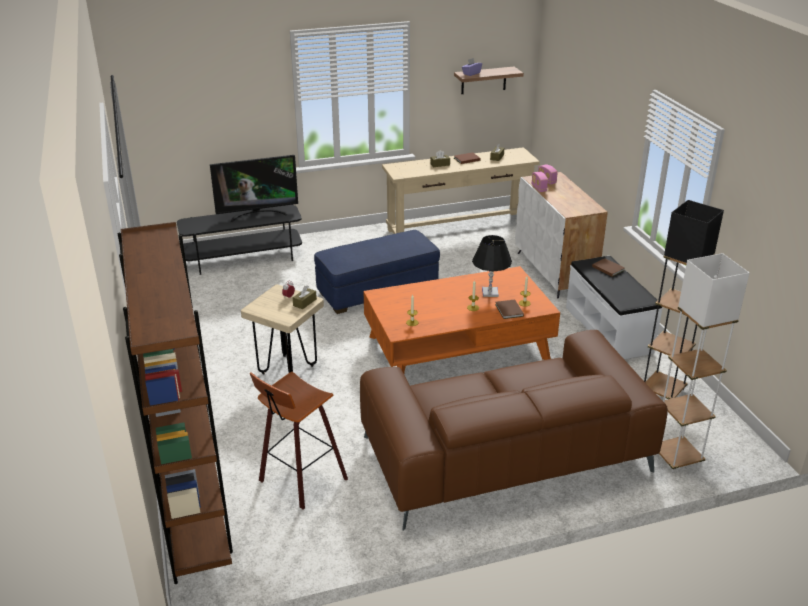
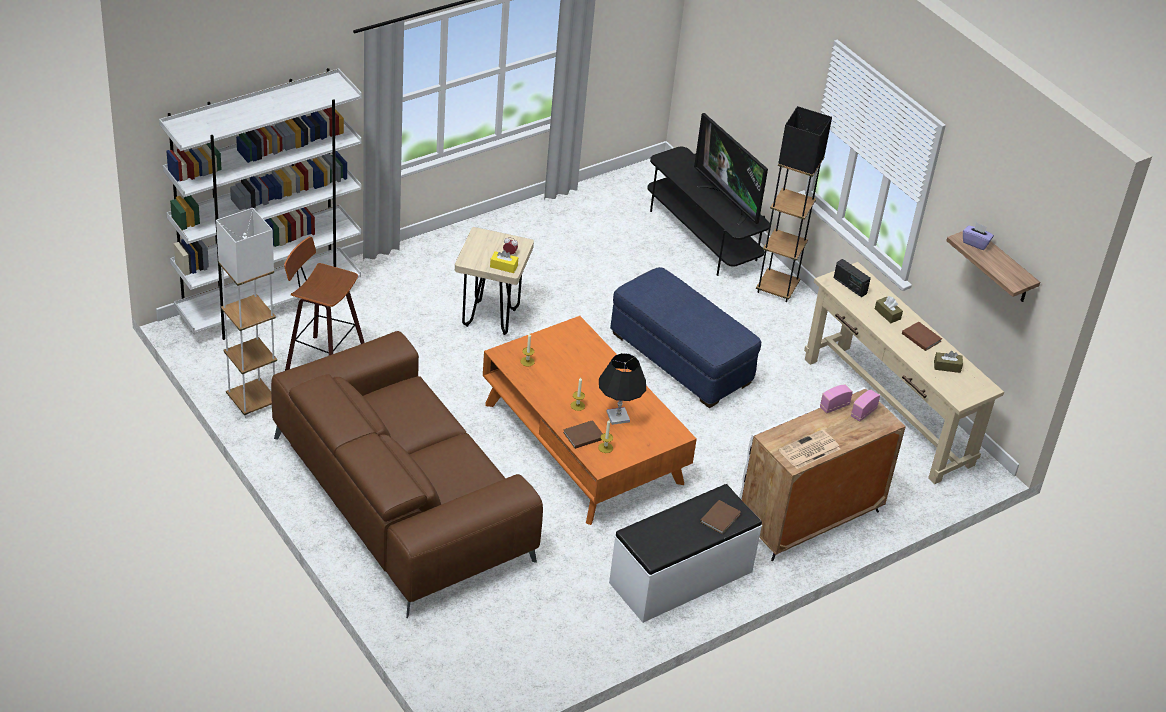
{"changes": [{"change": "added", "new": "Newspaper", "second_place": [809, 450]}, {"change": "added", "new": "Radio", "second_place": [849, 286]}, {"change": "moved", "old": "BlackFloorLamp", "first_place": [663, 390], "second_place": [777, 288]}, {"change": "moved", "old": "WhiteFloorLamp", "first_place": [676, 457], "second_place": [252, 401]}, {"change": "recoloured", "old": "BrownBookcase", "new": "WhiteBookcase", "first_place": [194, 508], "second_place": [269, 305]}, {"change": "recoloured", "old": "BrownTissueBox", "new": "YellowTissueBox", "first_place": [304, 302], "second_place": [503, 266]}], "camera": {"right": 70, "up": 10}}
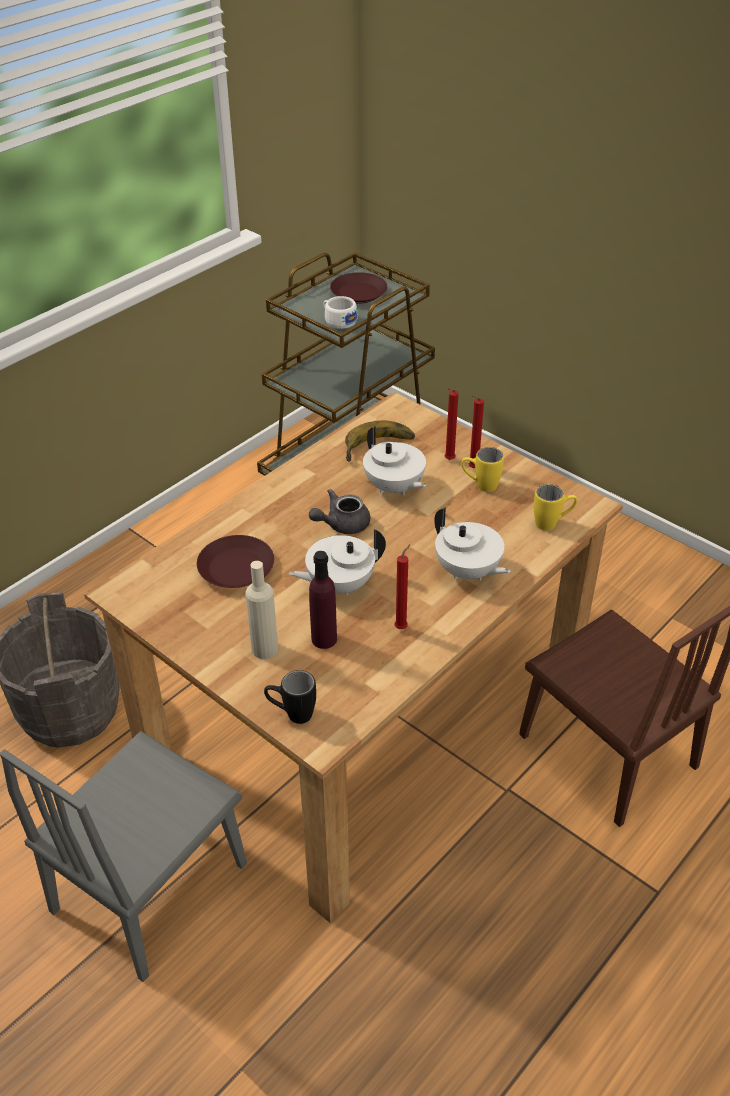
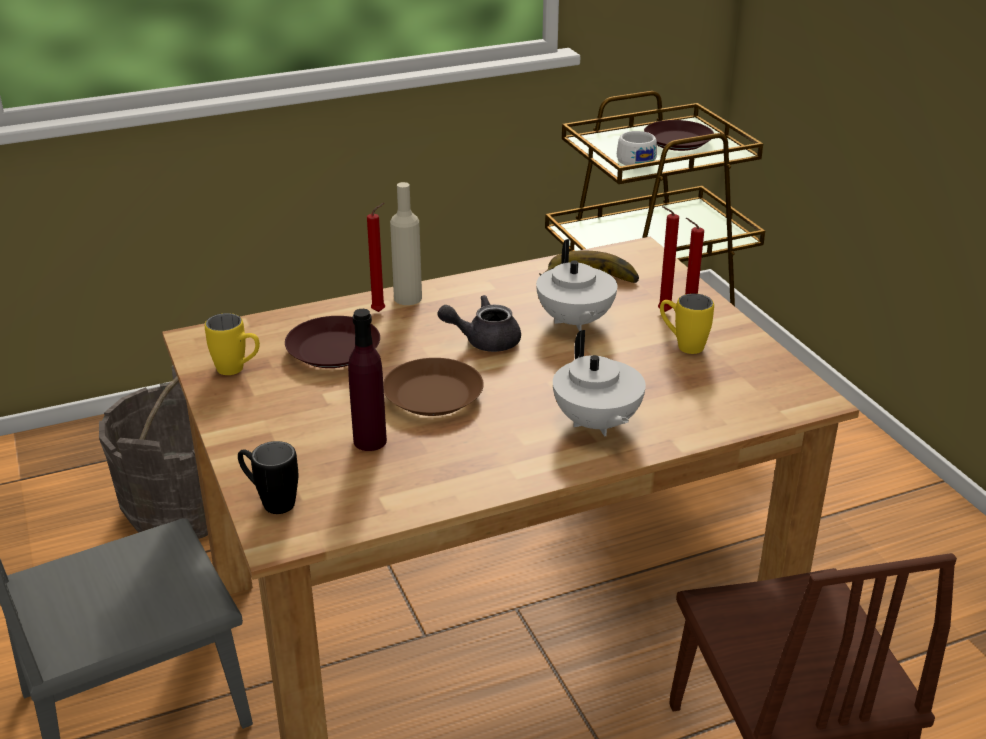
{"changes": [{"change": "moved", "old": "BeigeBottle", "first_place": [264, 649], "second_place": [408, 298]}, {"change": "moved", "old": "RedCandle", "first_place": [402, 627], "second_place": [380, 311]}, {"change": "moved", "old": "YellowMug", "first_place": [552, 523], "second_place": [238, 370]}, {"change": "replaced", "old": "WhiteTeapot", "new": "BrownPlate", "first_place": [339, 584], "second_place": [432, 395]}], "camera": {"right": 25, "up": -10}}
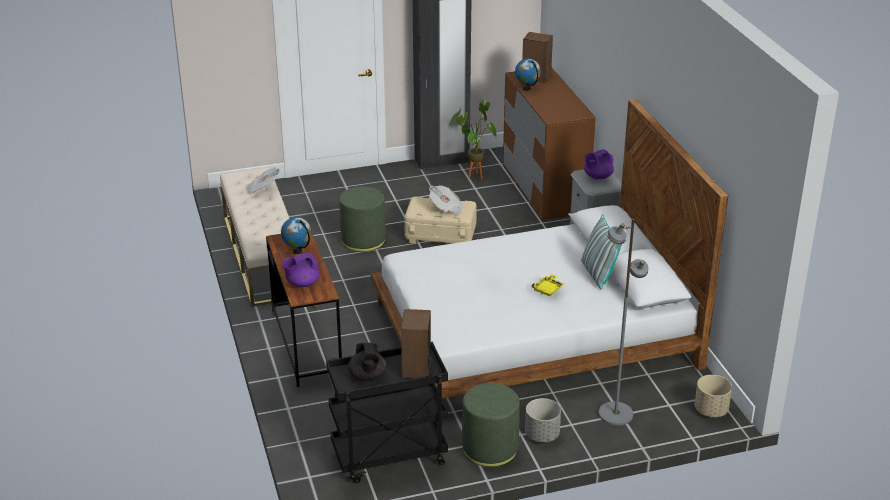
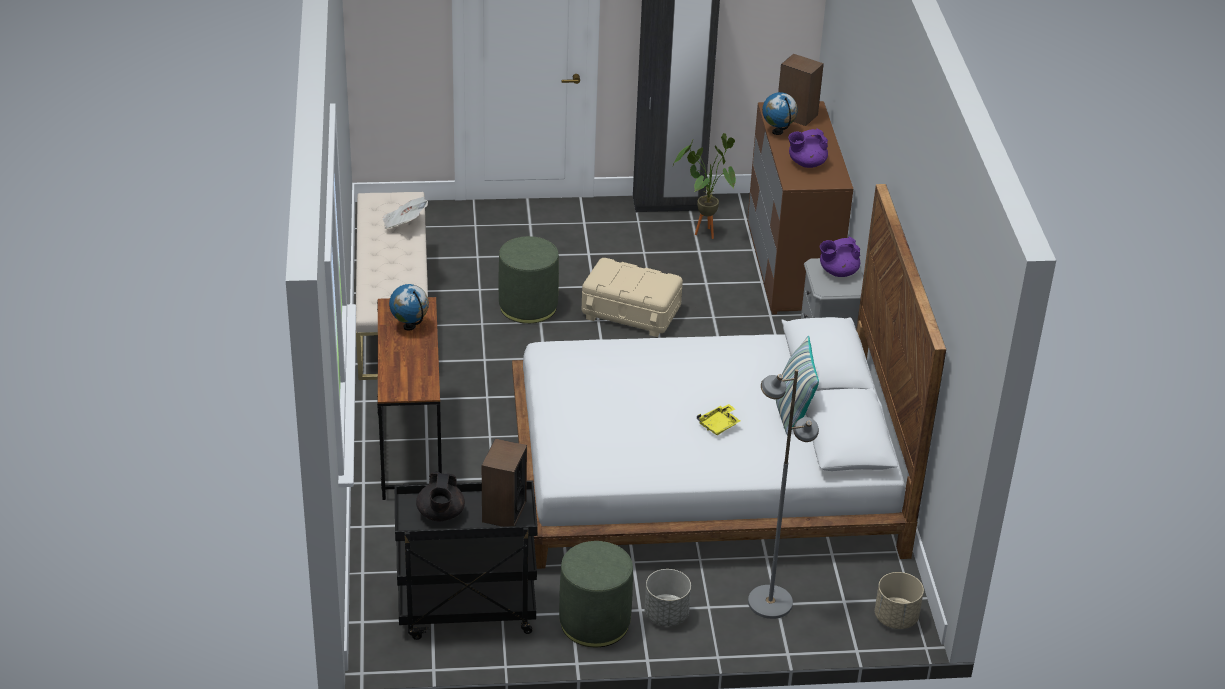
{"changes": [{"change": "removed", "old": "Newspaper", "first_place": [446, 208]}, {"change": "moved", "old": "PurpleTeapot", "first_place": [302, 283], "second_place": [806, 163]}], "camera": {"right": 10, "up": 5}}
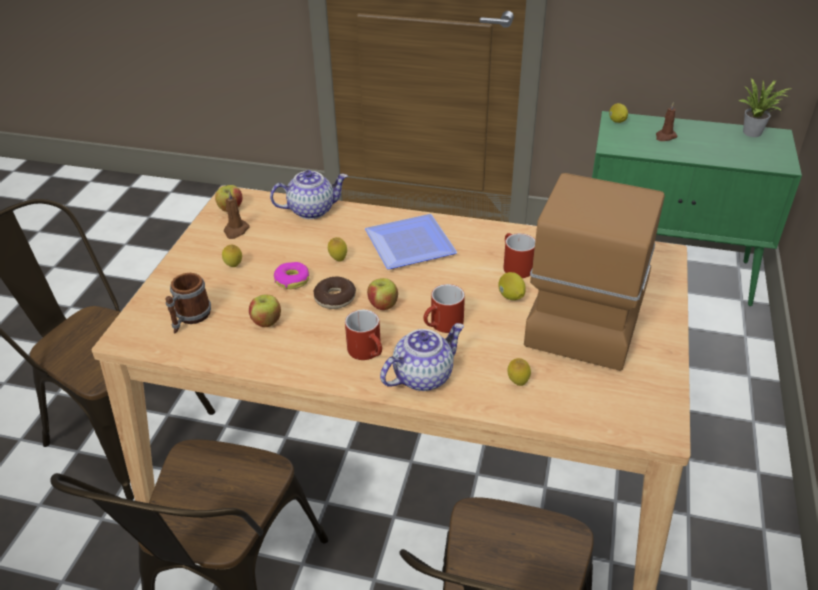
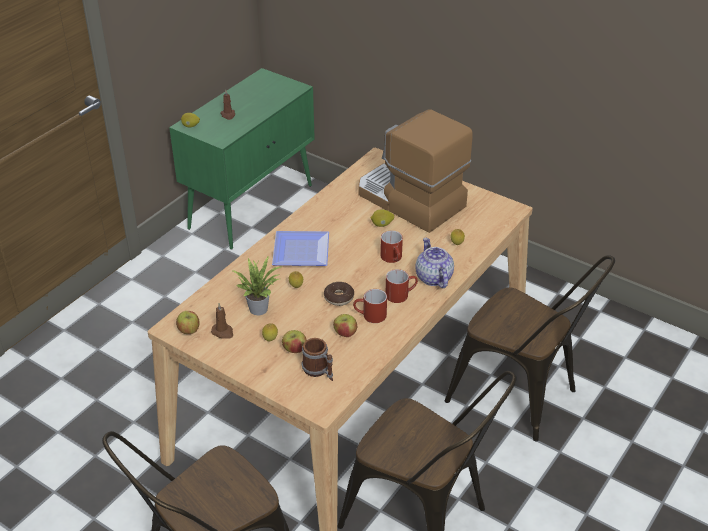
{"changes": [{"change": "removed", "old": "Teapot", "first_place": [312, 210]}, {"change": "removed", "old": "Donut", "first_place": [292, 280]}, {"change": "moved", "old": "Apple", "first_place": [382, 305], "second_place": [295, 350]}, {"change": "moved", "old": "RedMug", "first_place": [514, 266], "second_place": [370, 316]}, {"change": "moved", "old": "PottedPlant", "first_place": [755, 133], "second_place": [260, 308]}], "camera": {"right": -70, "up": 0}}
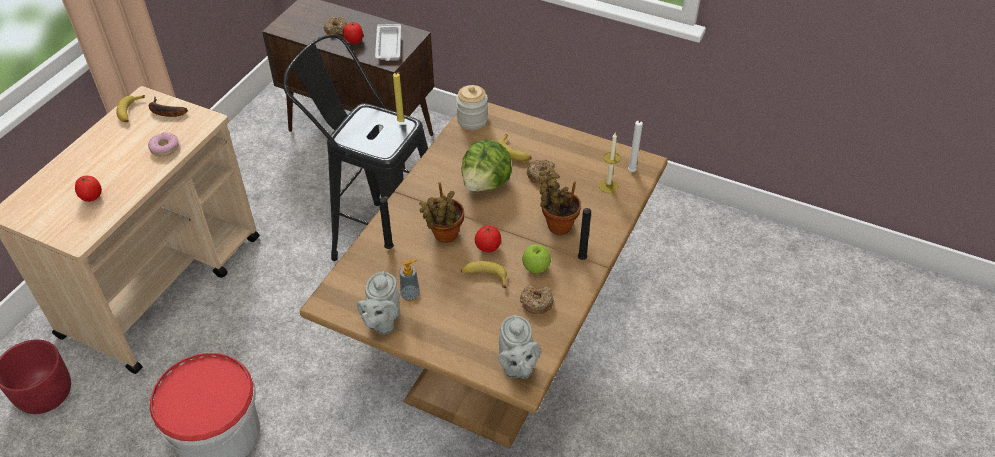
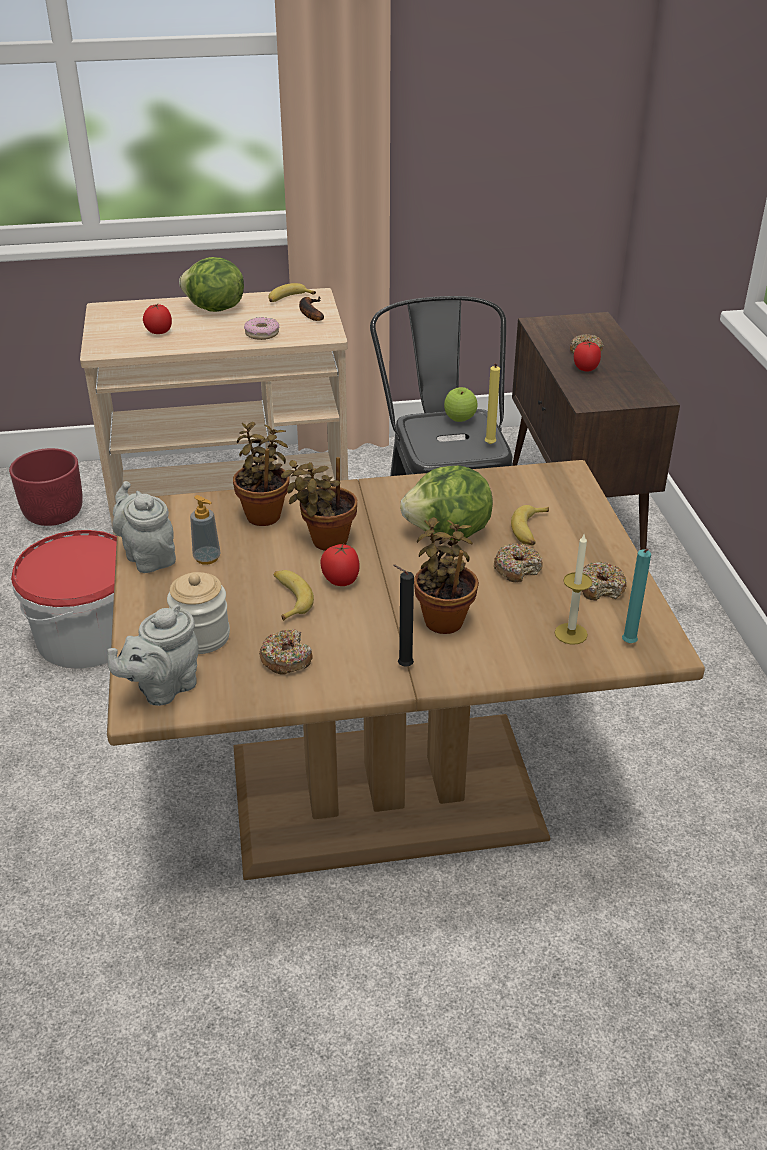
{"changes": [{"change": "removed", "old": "WhiteTray", "first_place": [388, 46]}, {"change": "added", "new": "Lettuce", "second_place": [214, 309]}, {"change": "added", "new": "Donut", "second_place": [600, 588]}, {"change": "moved", "old": "Jar", "first_place": [472, 120], "second_place": [201, 637]}, {"change": "moved", "old": "Apple", "first_place": [536, 268], "second_place": [460, 419]}, {"change": "replaced", "old": "BlackCandle", "new": "PottedPlant", "first_place": [390, 249], "second_place": [264, 514]}, {"change": "recoloured", "old": "WhiteCandle", "new": "TurquoiseCandle", "first_place": [633, 172], "second_place": [628, 644]}, {"change": "turned", "old": "GreyTeapot", "first_place": [382, 322], "second_place": [148, 556], "degrees": 75}], "camera": {"right": 55, "up": -10}}
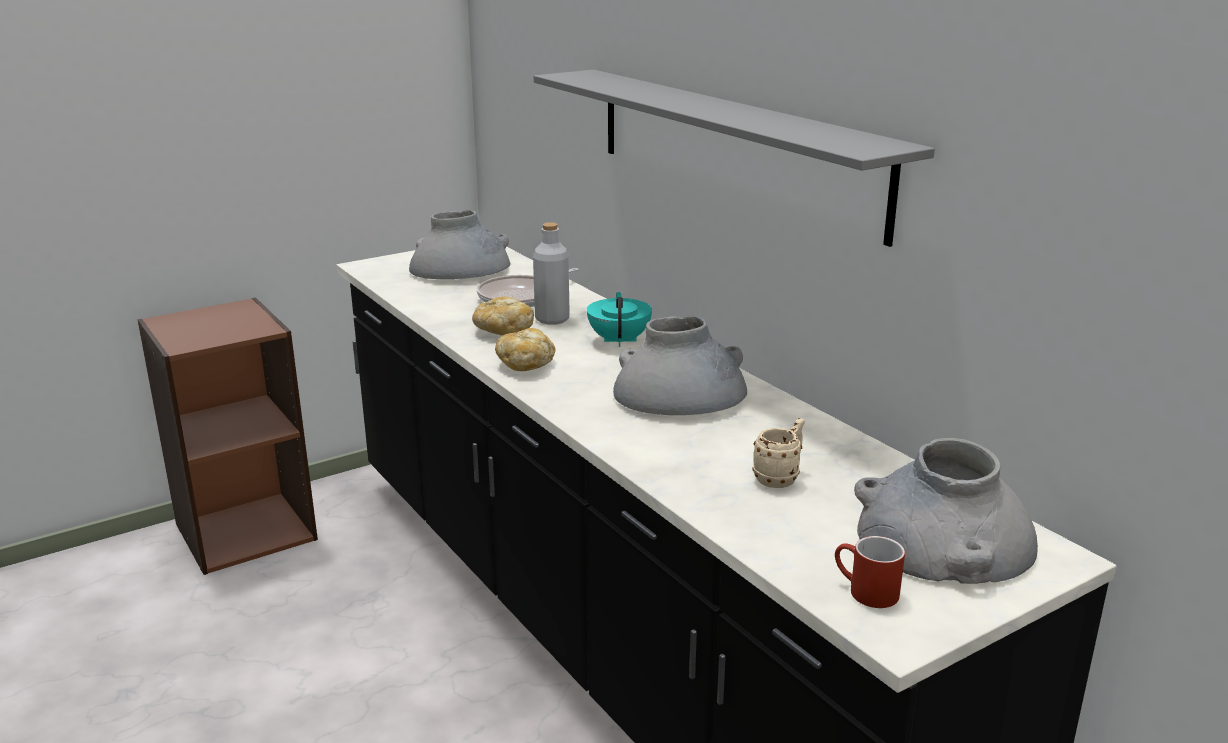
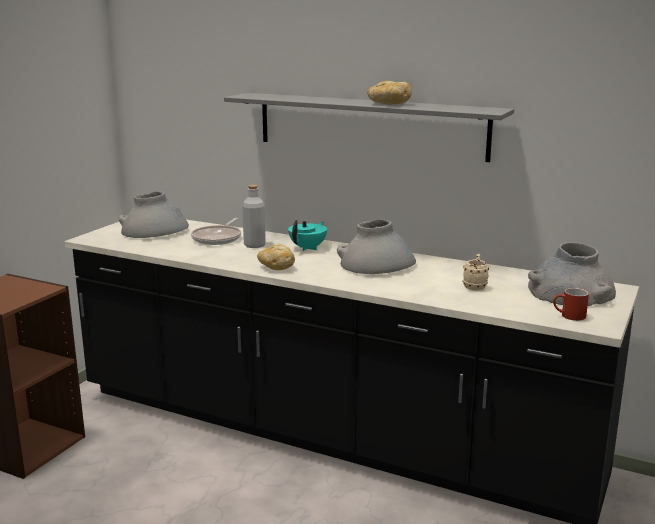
{"changes": [{"change": "moved", "old": "Bread", "first_place": [502, 331], "second_place": [388, 104]}, {"change": "turned", "old": "TurquoiseTeapot", "first_place": [619, 340], "second_place": [308, 248], "degrees": 60}], "camera": {"right": -30, "up": -5}}
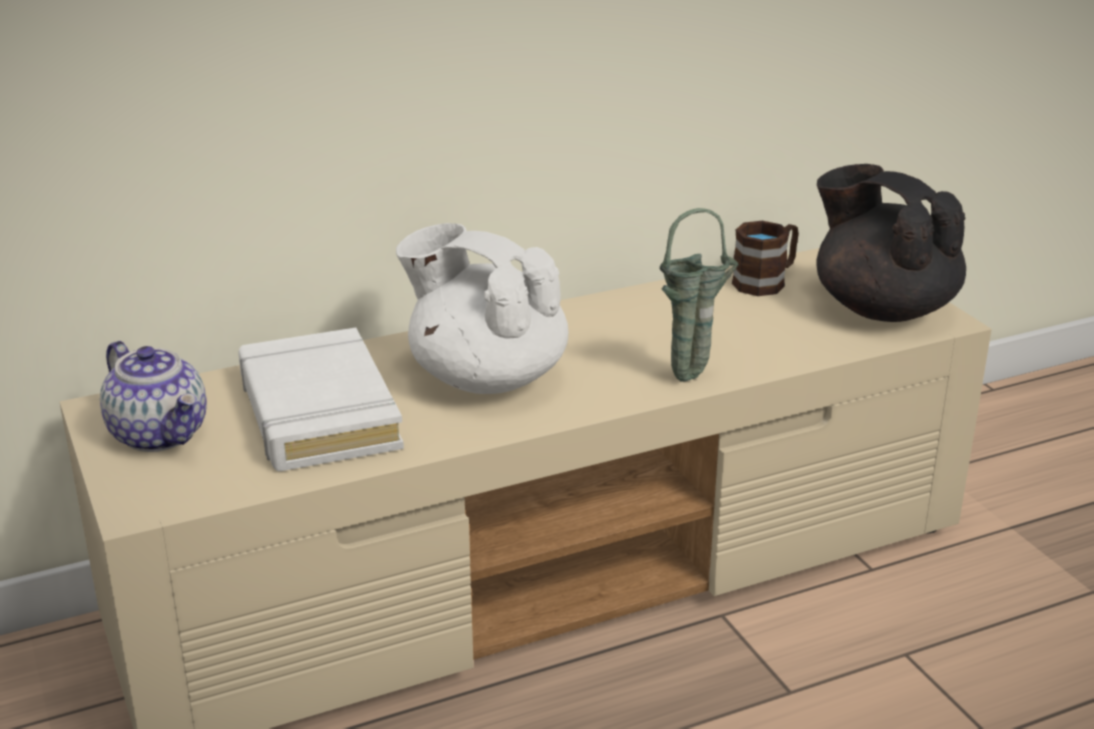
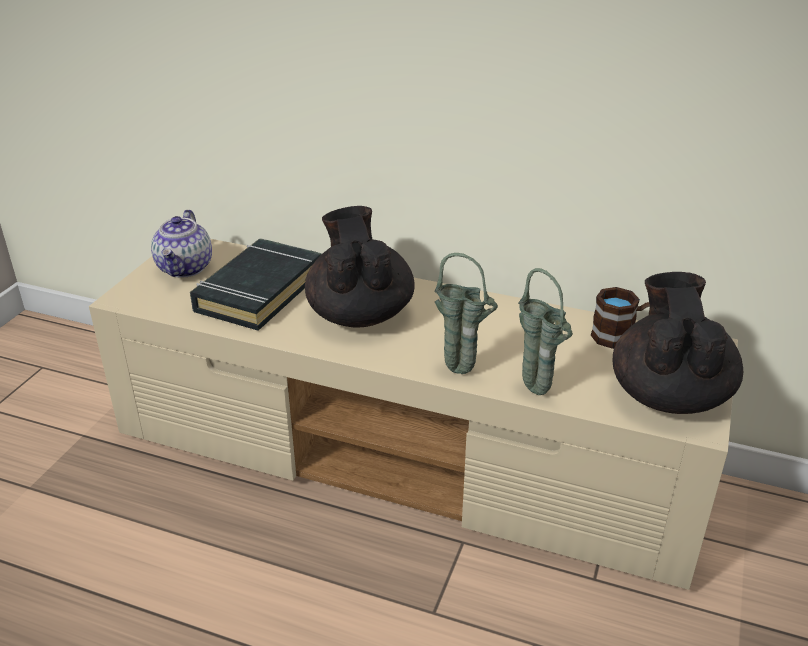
{"changes": [{"change": "added", "new": "GreenVase", "second_place": [538, 394]}, {"change": "recoloured", "old": "WhiteBook", "new": "BlackBook", "first_place": [318, 412], "second_place": [258, 291]}, {"change": "recoloured", "old": "WhiteTeapot", "new": "BlackTeapot", "first_place": [486, 377], "second_place": [360, 314]}], "camera": {"right": 45, "up": 5}}
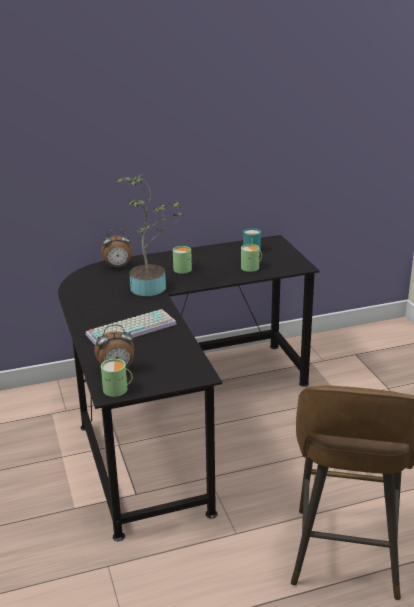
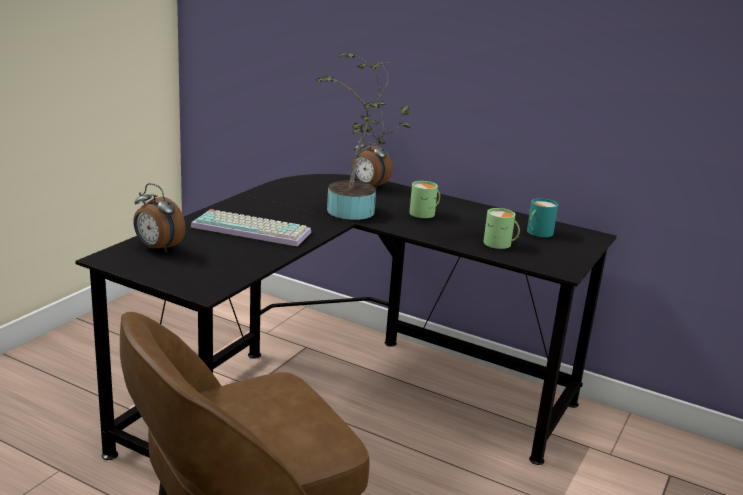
{"changes": [{"change": "removed", "old": "GreenMug", "first_place": [118, 389]}], "camera": {"right": 45, "up": -5}}
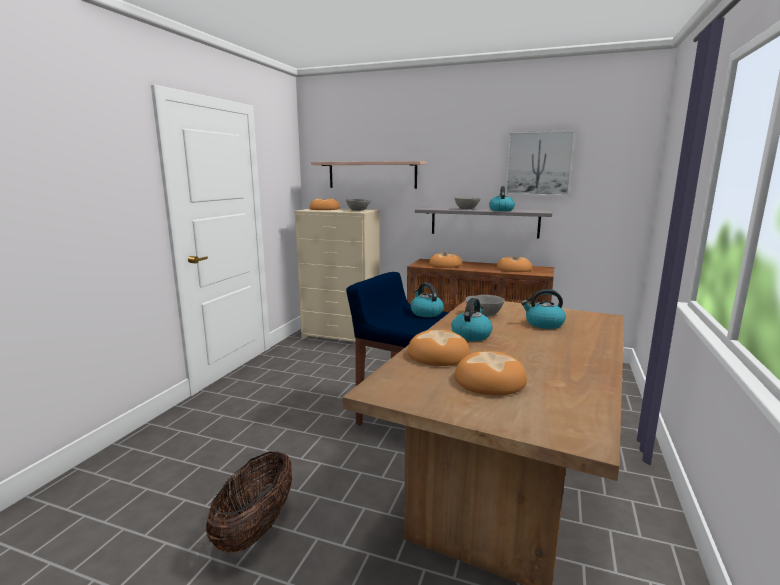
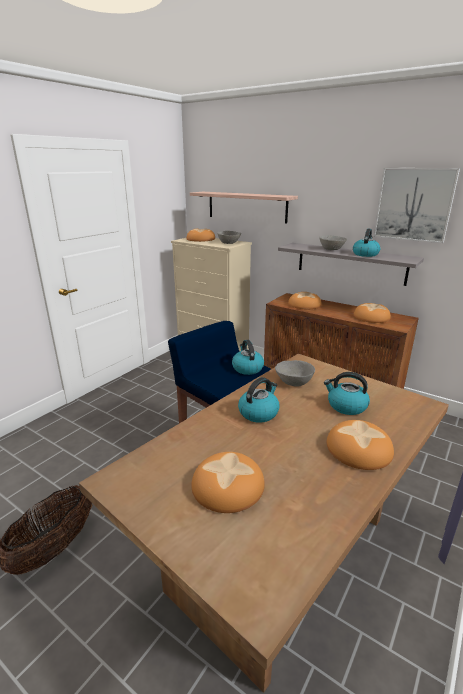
{"changes": [{"change": "moved", "old": "Bread", "first_place": [439, 355], "second_place": [359, 449]}], "camera": {"right": 15, "up": 10}}
